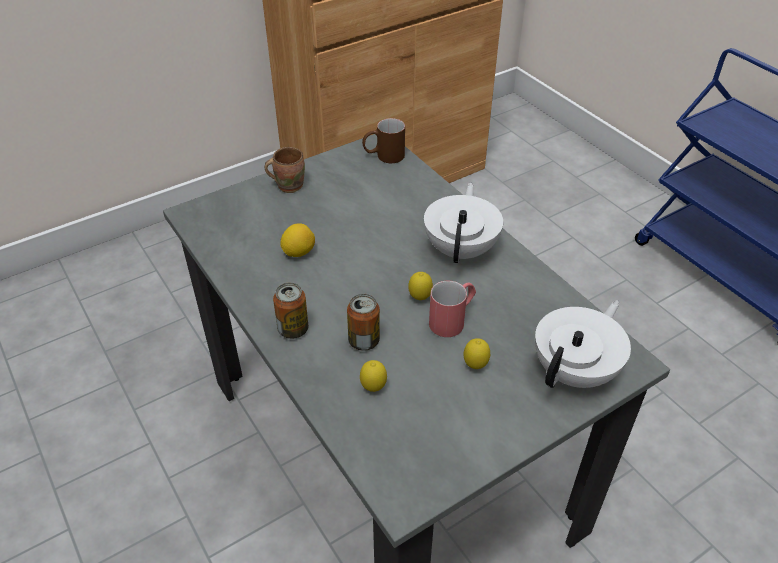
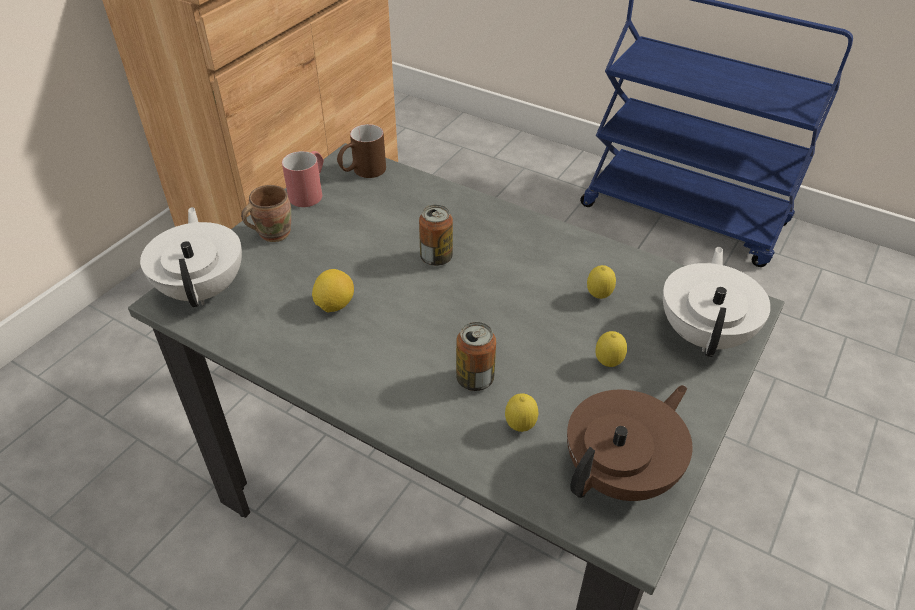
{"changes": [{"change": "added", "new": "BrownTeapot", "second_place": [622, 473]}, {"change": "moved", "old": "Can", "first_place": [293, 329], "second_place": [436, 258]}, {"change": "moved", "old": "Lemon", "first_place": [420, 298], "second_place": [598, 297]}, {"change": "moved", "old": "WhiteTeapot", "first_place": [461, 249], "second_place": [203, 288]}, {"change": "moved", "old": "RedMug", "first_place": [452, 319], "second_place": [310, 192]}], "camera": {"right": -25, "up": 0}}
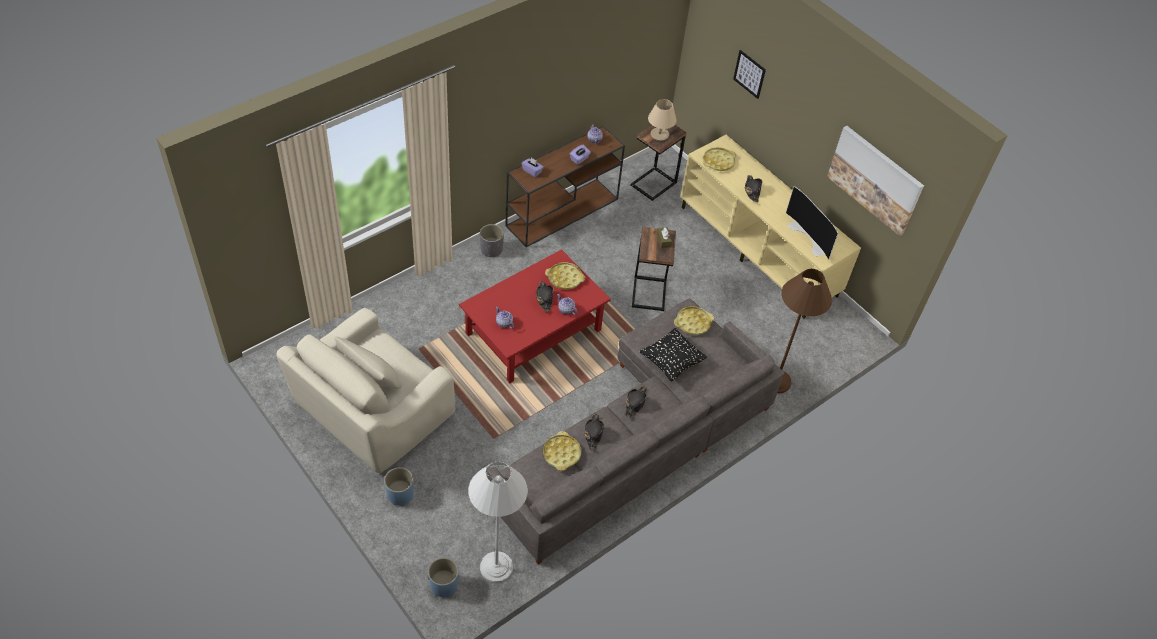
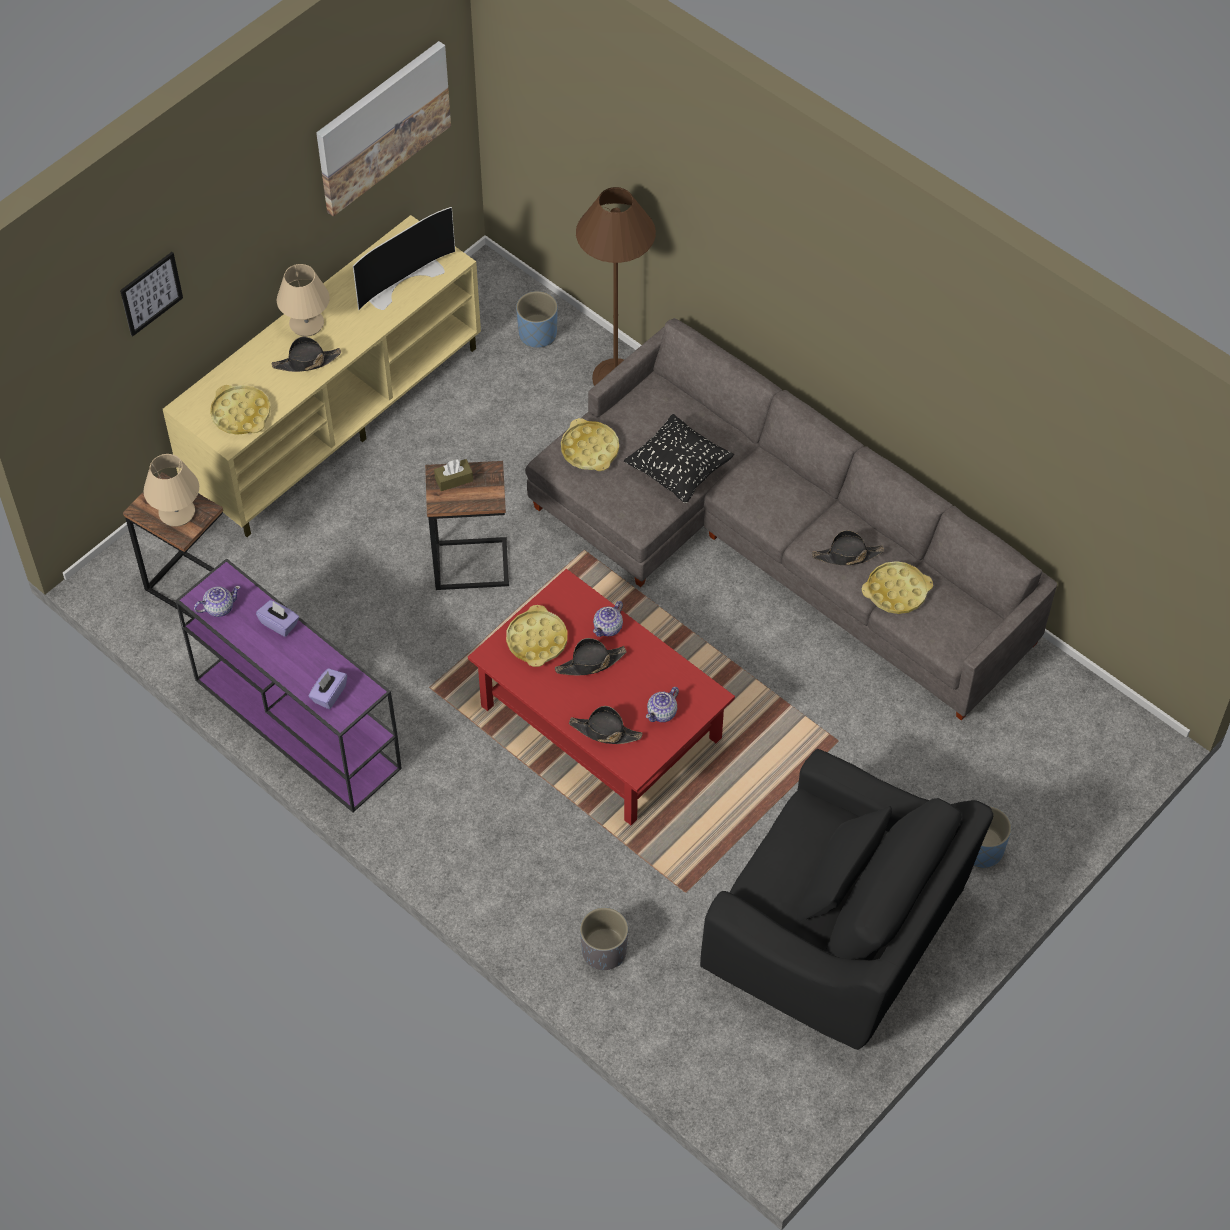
{"changes": [{"change": "removed", "old": "WhiteFloorLamp", "first_place": [496, 567]}, {"change": "added", "new": "BeigeTableLamp", "second_place": [307, 323]}, {"change": "moved", "old": "BluePlanter", "first_place": [444, 585], "second_place": [537, 334]}, {"change": "moved", "old": "GreyPlanter", "first_place": [491, 249], "second_place": [604, 951]}, {"change": "moved", "old": "BlackHat", "first_place": [635, 403], "second_place": [605, 731]}, {"change": "recoloured", "old": "BeigeArmchair", "new": "BlackArmchair", "first_place": [372, 412], "second_place": [839, 931]}, {"change": "recoloured", "old": "BrownConsoleTable", "new": "PurpleConsoleTable", "first_place": [563, 212], "second_place": [295, 723]}], "camera": {"right": -95, "up": 5}}
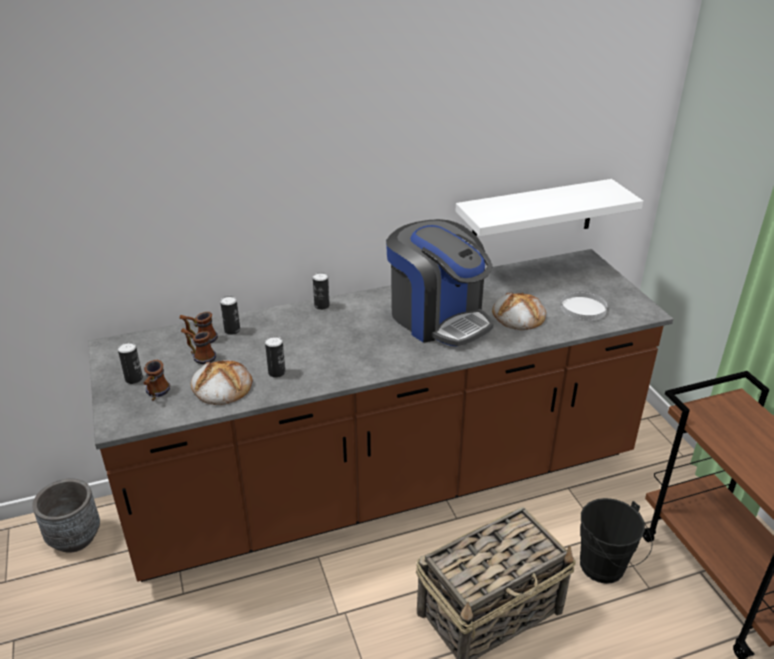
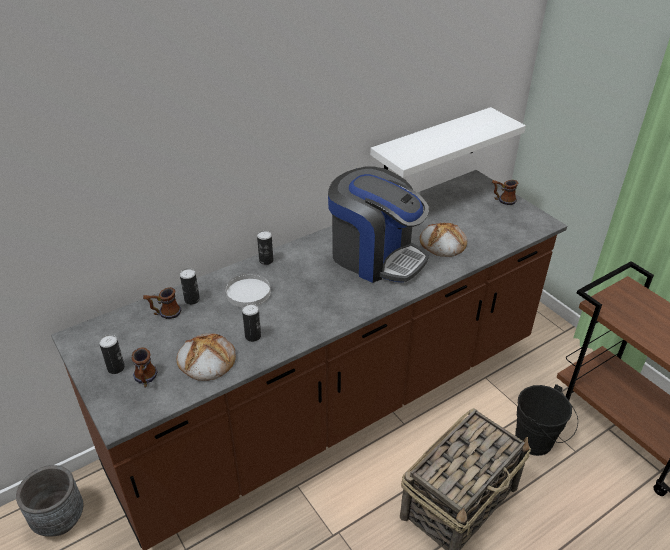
{"changes": [{"change": "moved", "old": "Mug", "first_place": [200, 356], "second_place": [502, 200]}, {"change": "moved", "old": "WhitePlate", "first_place": [583, 308], "second_place": [248, 292]}], "camera": {"right": -15, "up": 5}}
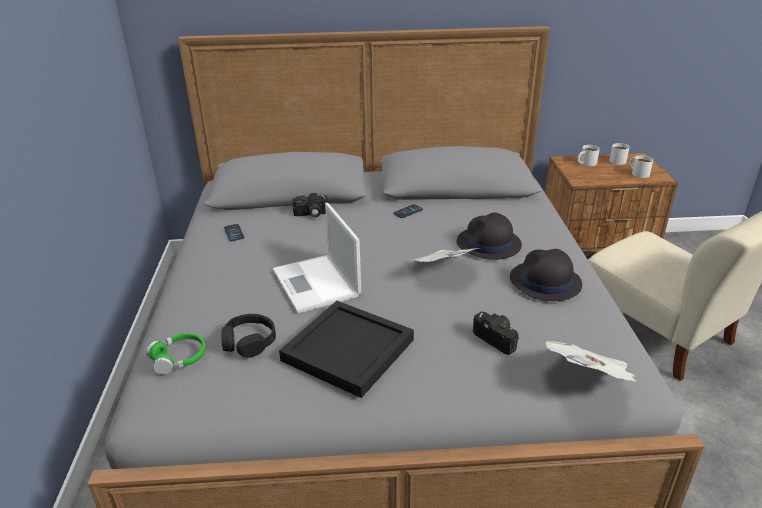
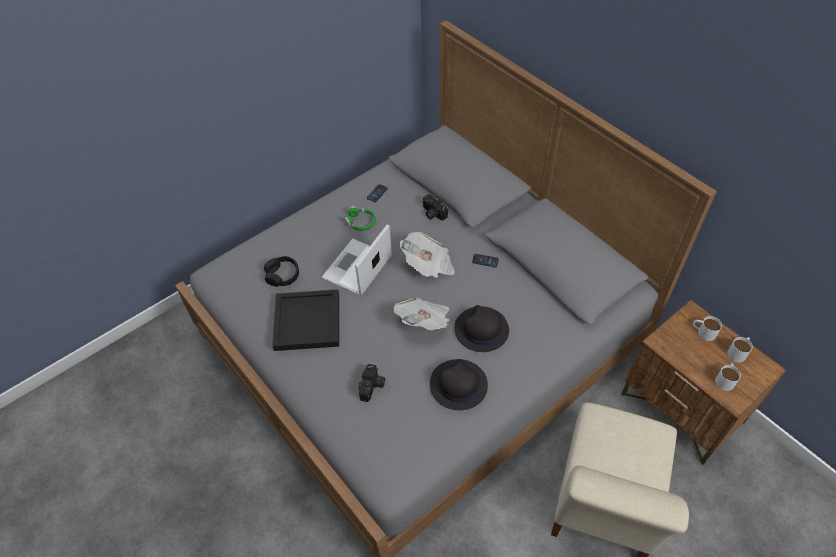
{"changes": [{"change": "moved", "old": "GreenHeadphones", "first_place": [179, 358], "second_place": [360, 222]}, {"change": "moved", "old": "Newspaper", "first_place": [590, 378], "second_place": [428, 265]}], "camera": {"right": 55, "up": 20}}
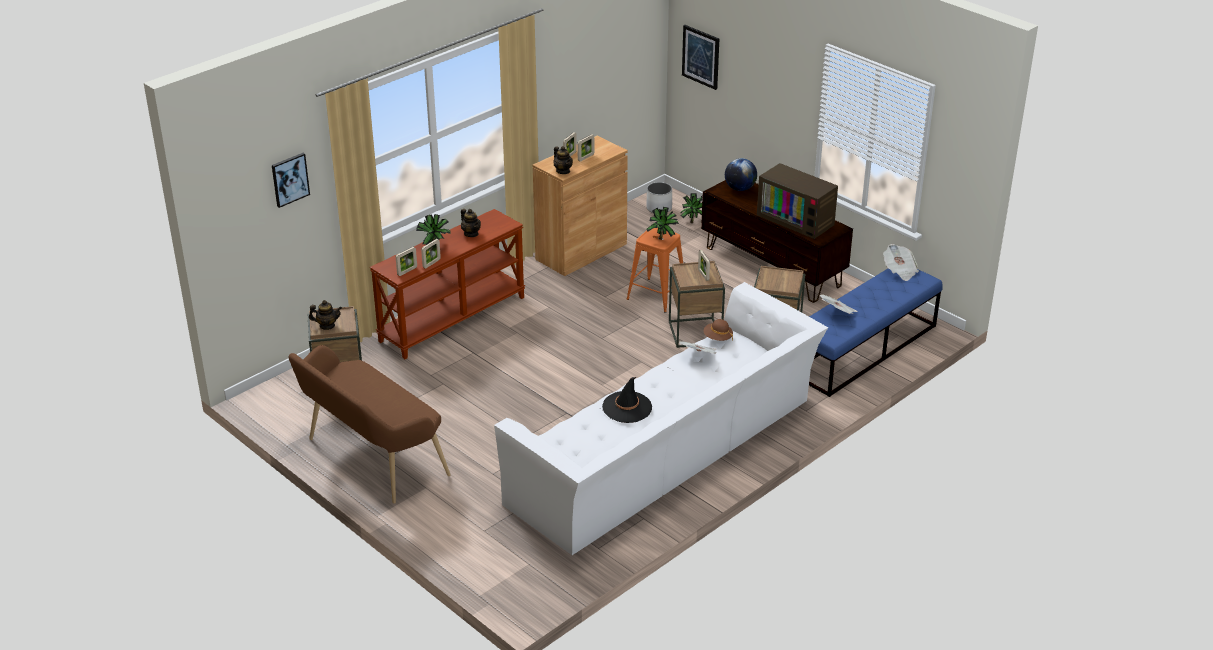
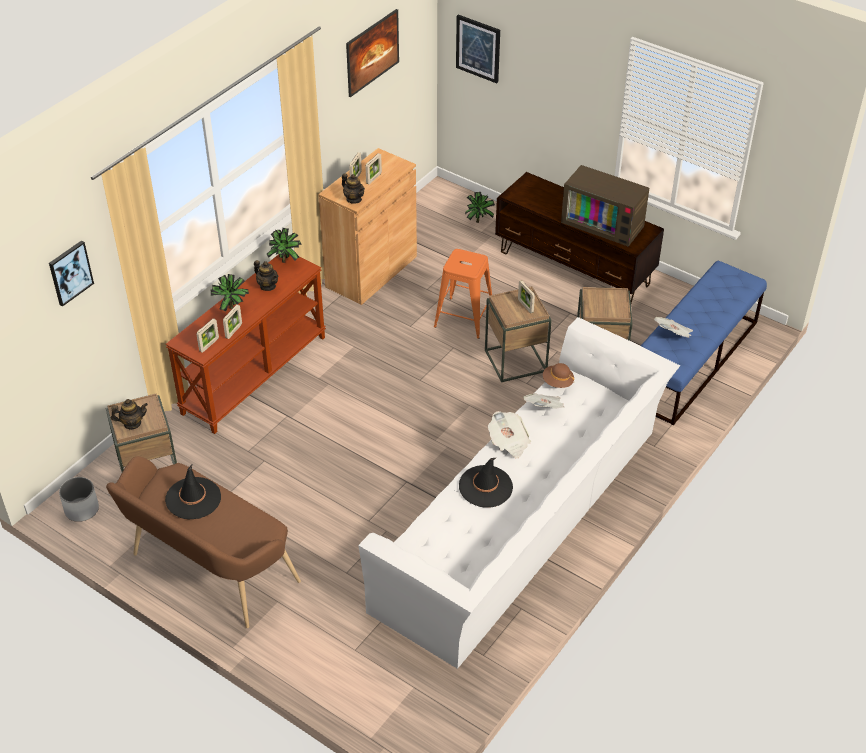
{"changes": [{"change": "removed", "old": "Globe", "first_place": [740, 189]}, {"change": "added", "new": "BlackHat", "second_place": [193, 498]}, {"change": "added", "new": "Picture", "second_place": [373, 65]}, {"change": "moved", "old": "WhitePlanter", "first_place": [659, 208], "second_place": [82, 510]}, {"change": "moved", "old": "PottedPlant", "first_place": [663, 238], "second_place": [286, 261]}, {"change": "moved", "old": "Newspaper", "first_place": [900, 271], "second_place": [509, 442]}], "camera": {"right": -10, "up": 10}}
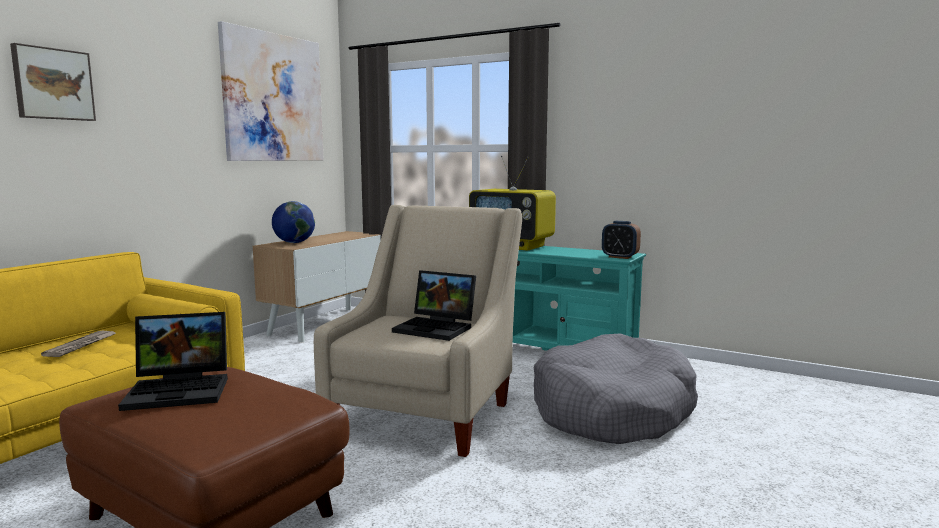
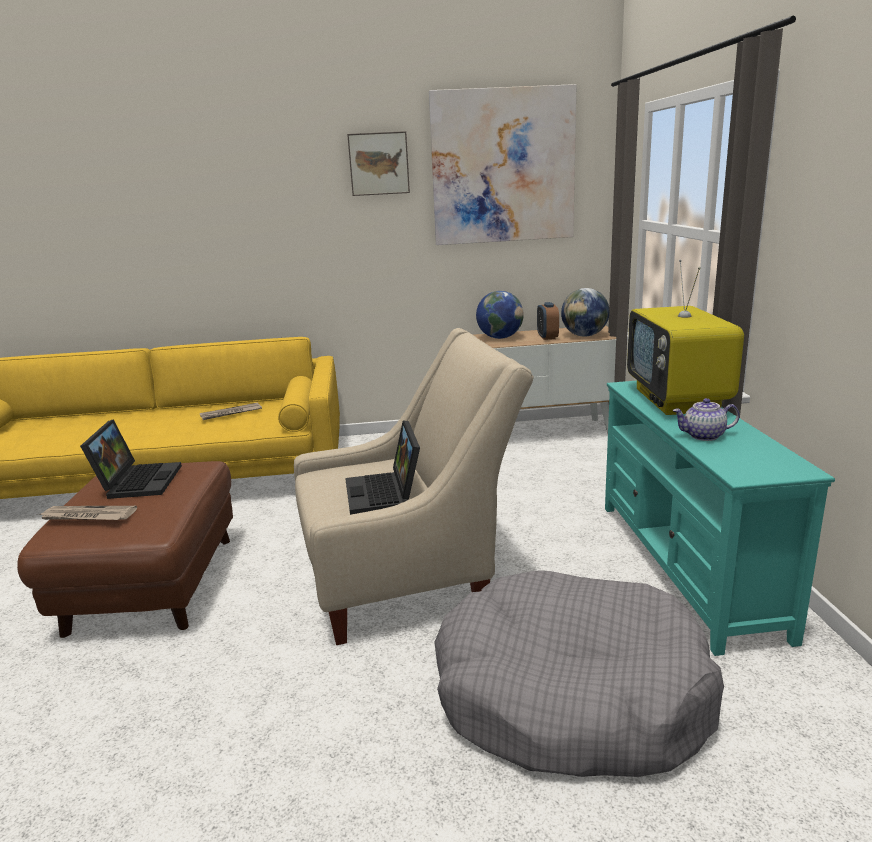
{"changes": [{"change": "added", "new": "Newspaper", "second_place": [87, 516]}, {"change": "added", "new": "Globe", "second_place": [584, 335]}, {"change": "added", "new": "Teapot", "second_place": [703, 436]}, {"change": "moved", "old": "Picture", "first_place": [53, 84], "second_place": [378, 164]}, {"change": "moved", "old": "AlarmClock", "first_place": [620, 257], "second_place": [547, 337]}, {"change": "turned", "old": "Laptop", "first_place": [182, 389], "second_place": [138, 481], "degrees": -135}], "camera": {"right": 55, "up": 10}}
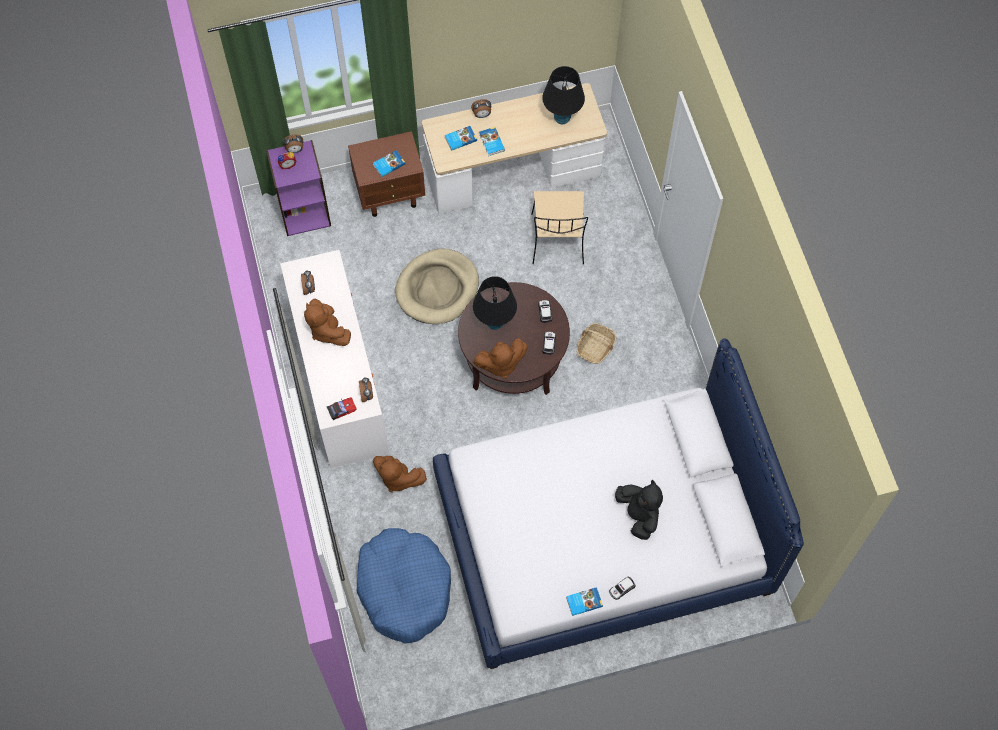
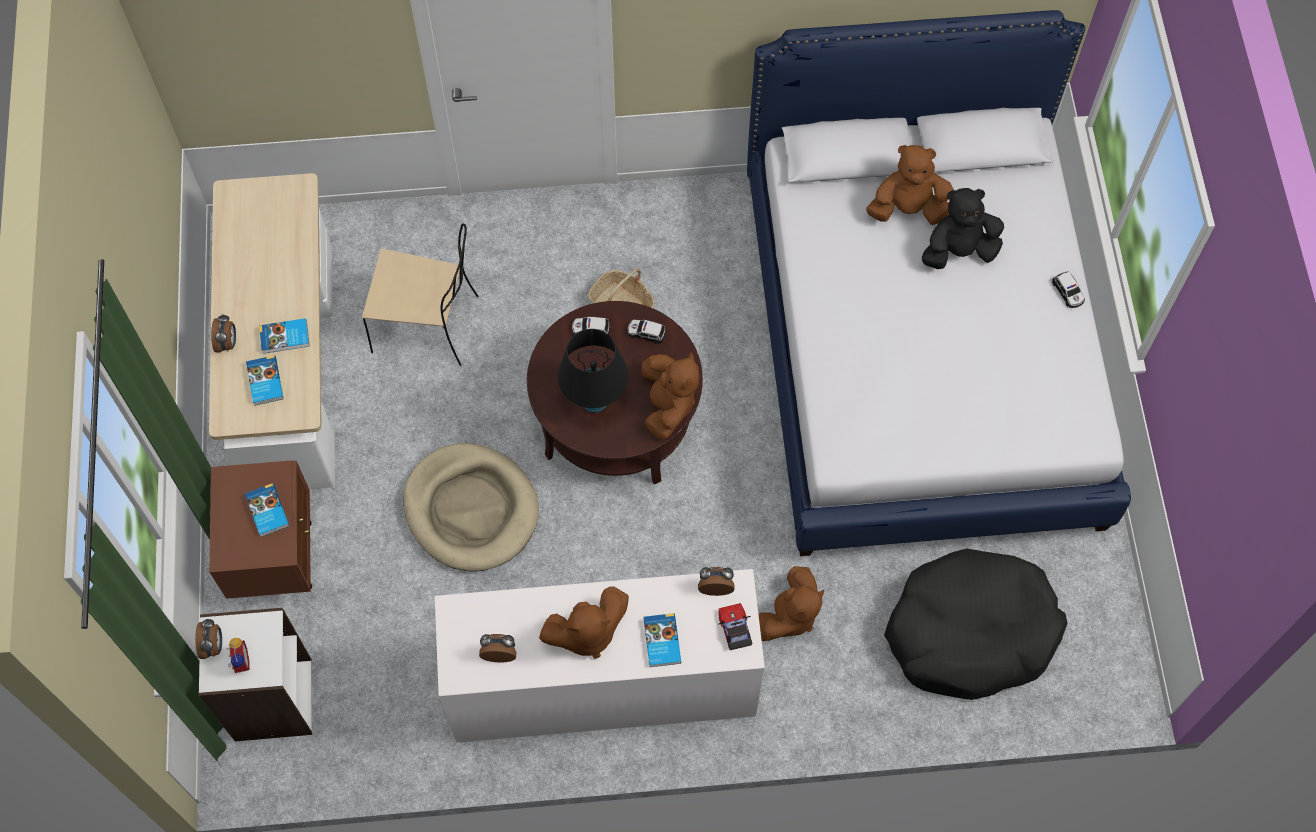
{"changes": [{"change": "removed", "old": "BlackTableLamp", "first_place": [562, 118]}, {"change": "added", "new": "BrownPlushToy", "second_place": [908, 209]}, {"change": "moved", "old": "Book", "first_place": [583, 601], "second_place": [661, 641]}, {"change": "recoloured", "old": "PurpleBookcase", "new": "WhiteBookcase", "first_place": [304, 212], "second_place": [272, 699]}, {"change": "recoloured", "old": "BlueDogBed", "new": "BlackDogBed", "first_place": [404, 588], "second_place": [970, 632]}], "camera": {"right": -80, "up": 0}}
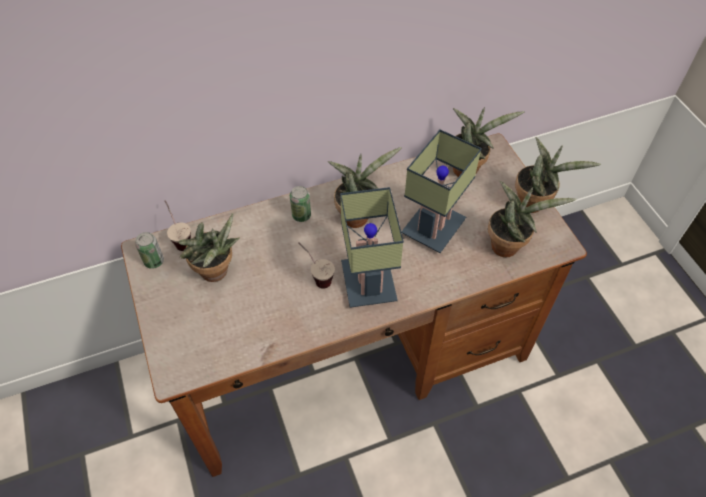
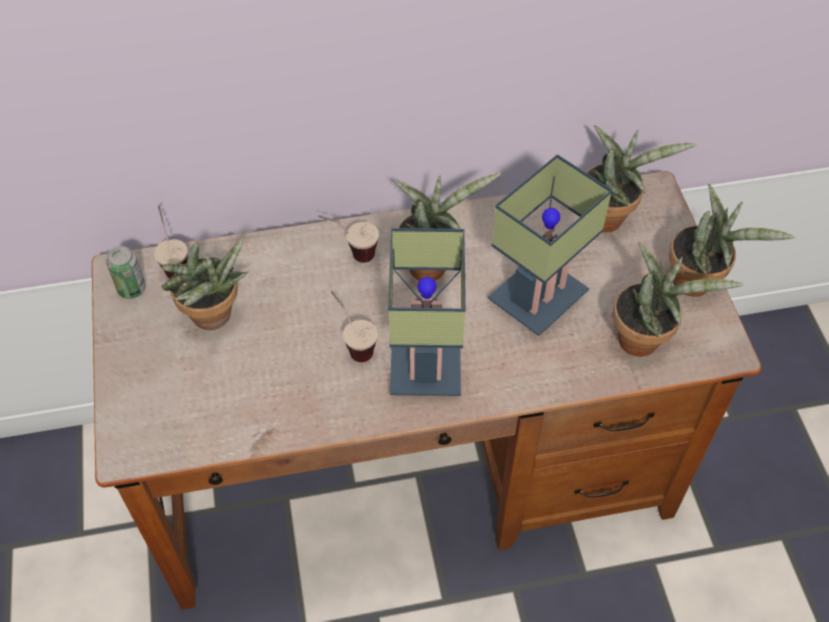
{"changes": [{"change": "replaced", "old": "Can", "new": "Cup", "first_place": [301, 215], "second_place": [350, 253]}], "camera": {"right": 10, "up": 0}}
